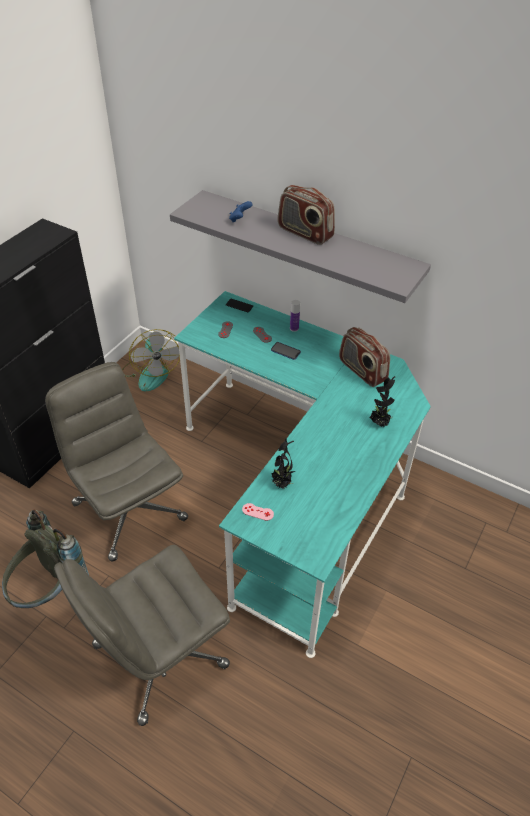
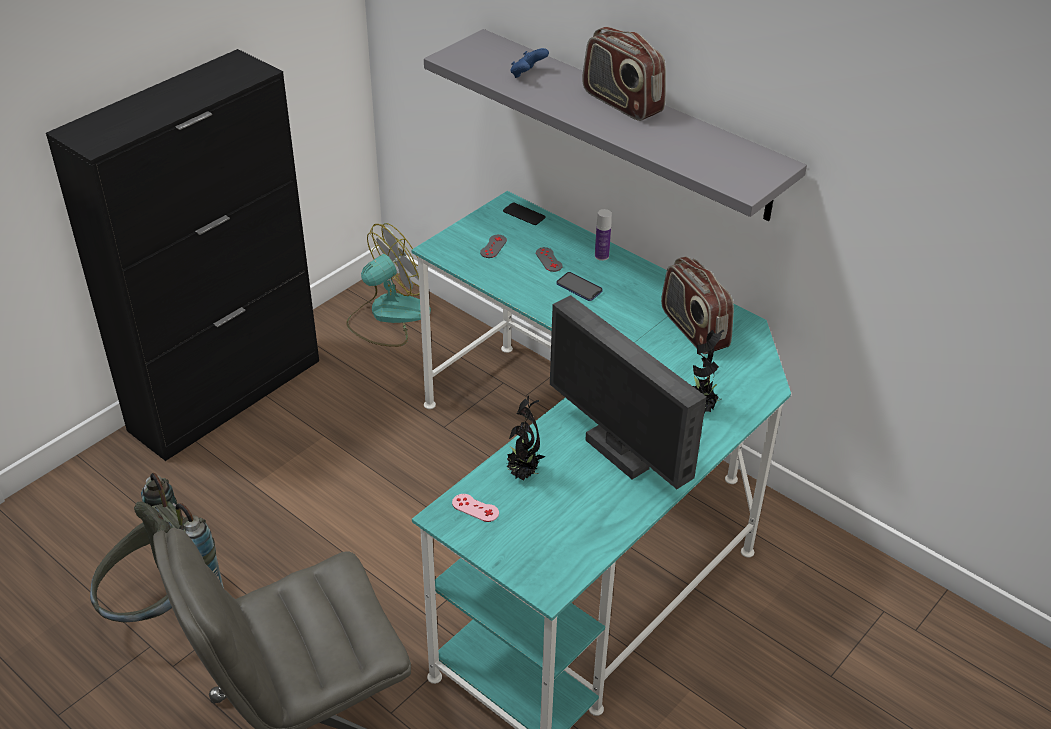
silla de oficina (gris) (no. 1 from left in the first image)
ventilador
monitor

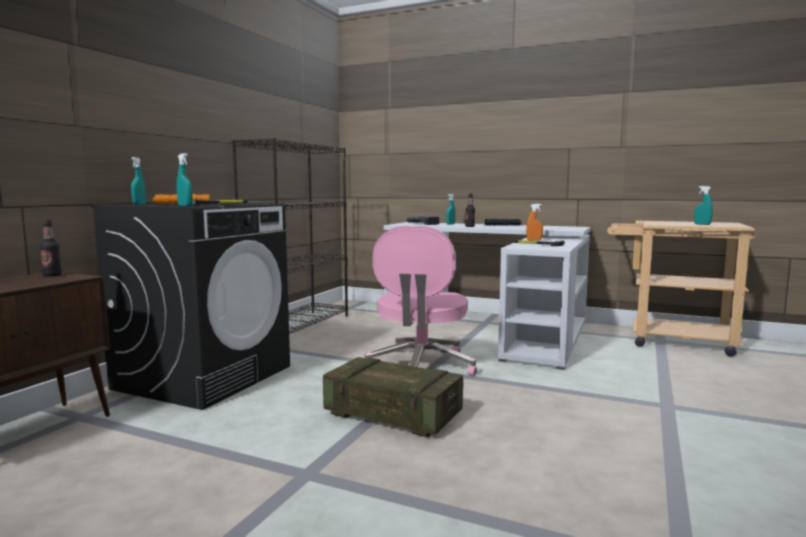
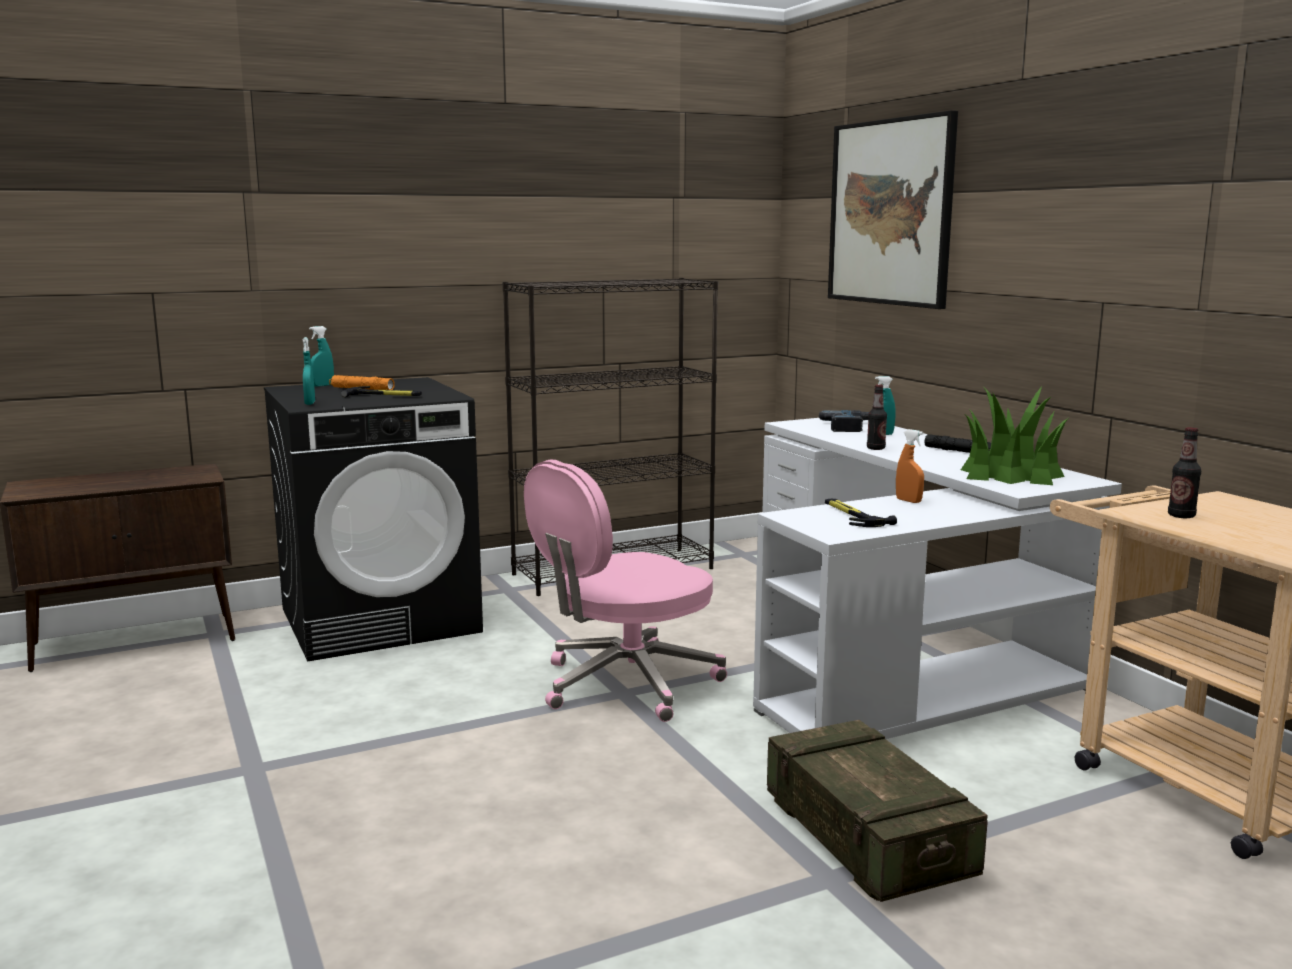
botella (no. 2 from left)
caja de embalaje
pulverizador (turquesa) (no. 4 from left in the first image)
cuadro
planta en maceta

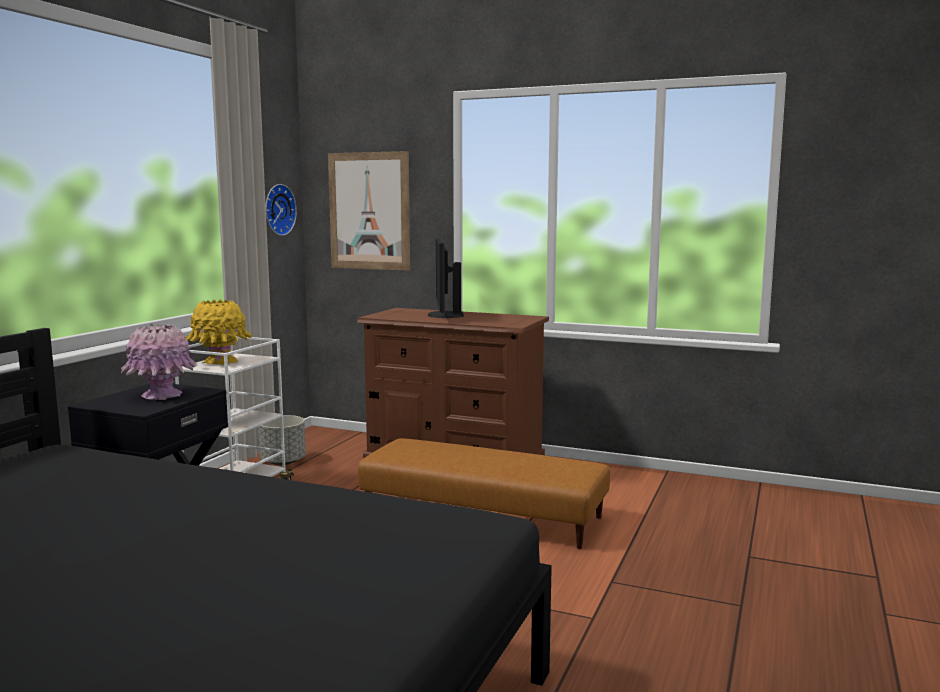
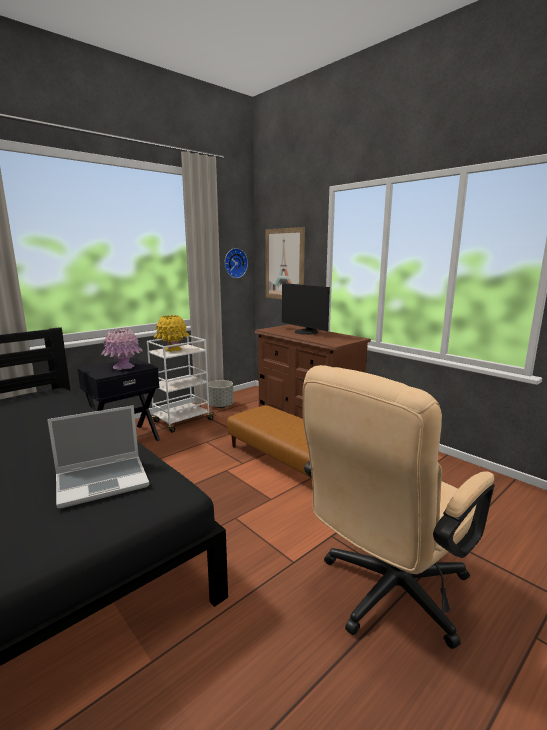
monitor
portátil
silla de oficina (beis)

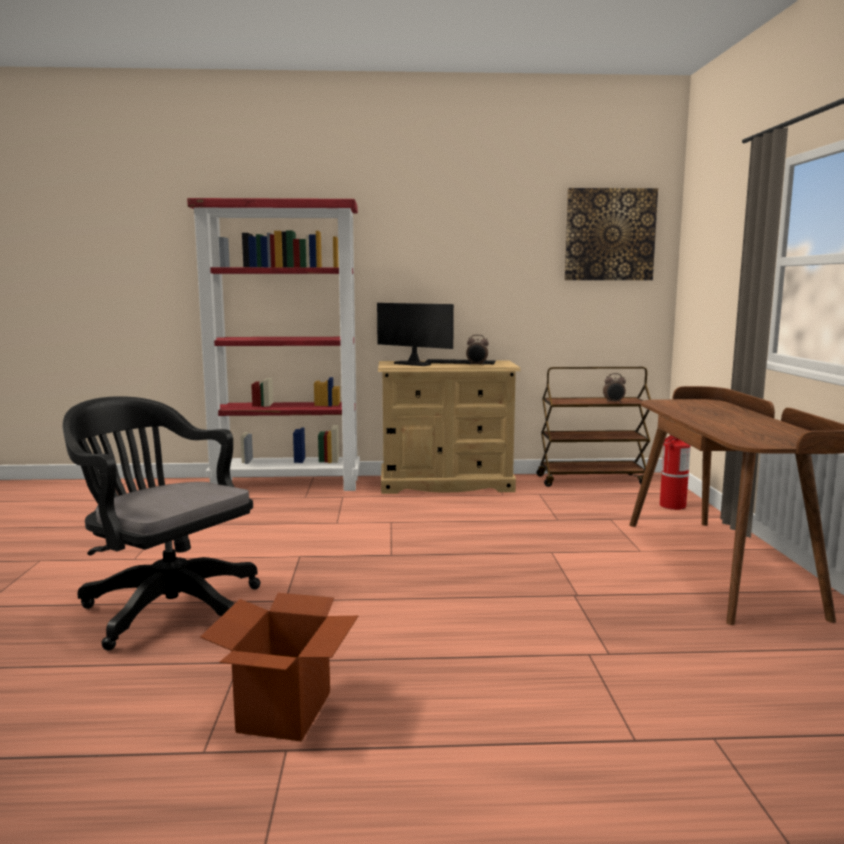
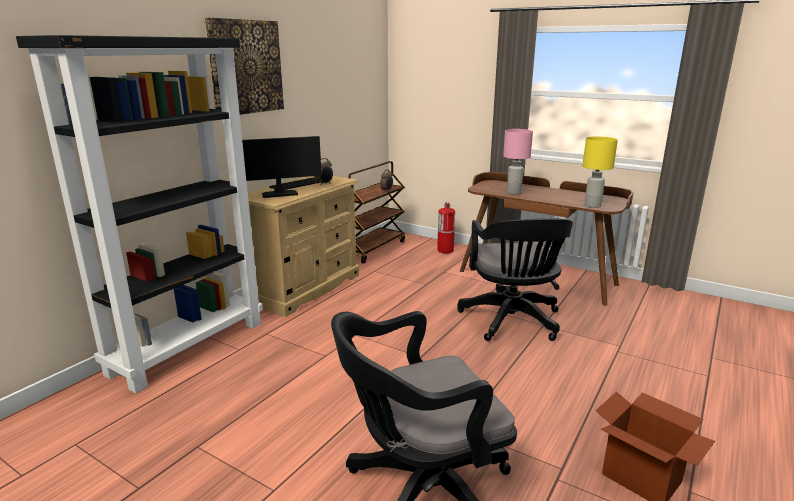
estantería (negro)
cuadro
silla de oficina (negro) (no. 2 from left)
lámpara de mesa (rosa)
lámpara de mesa (amarillo)

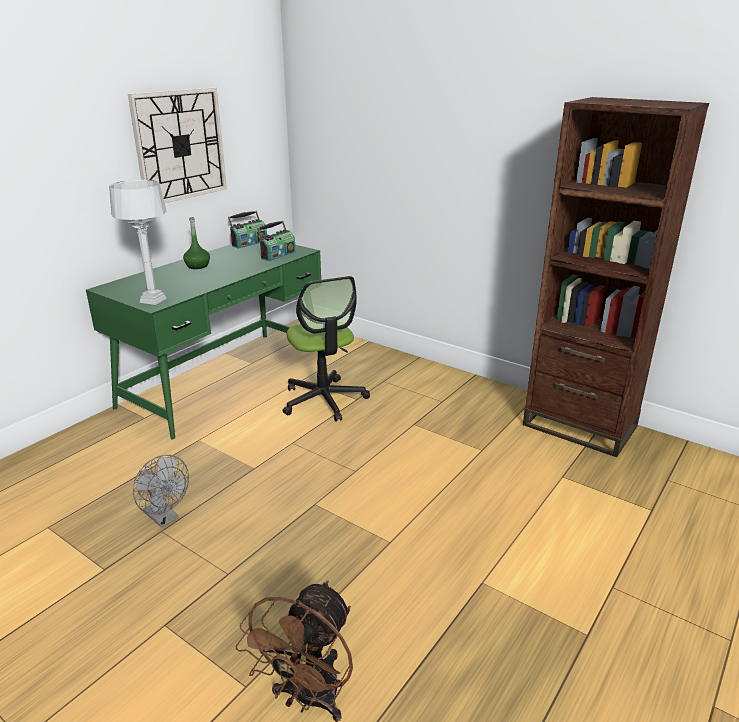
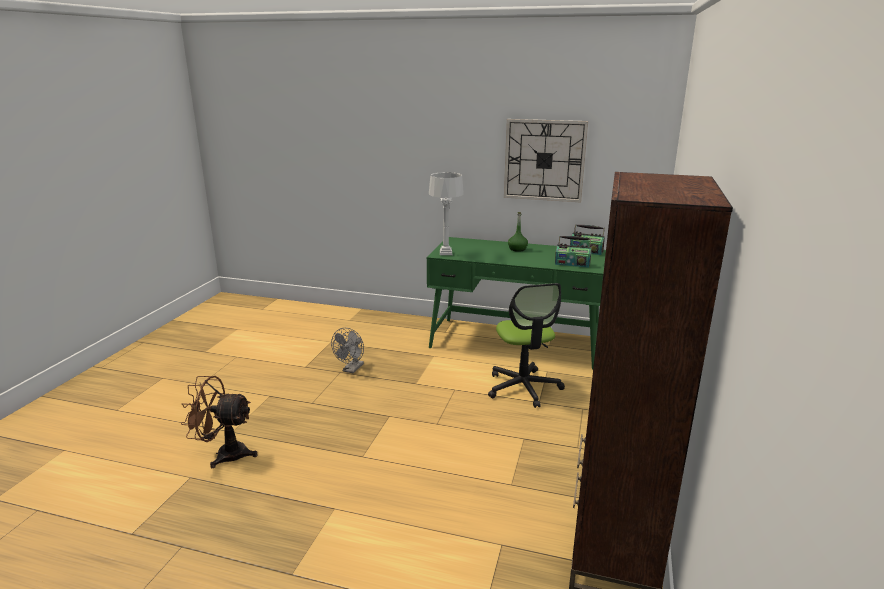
silla de oficina

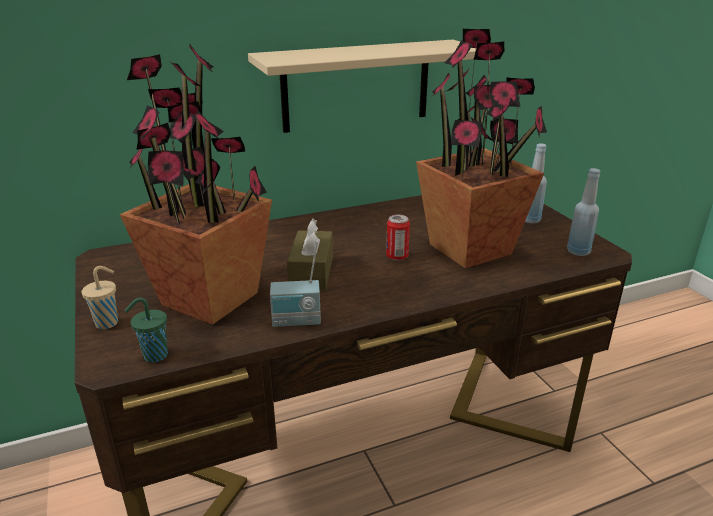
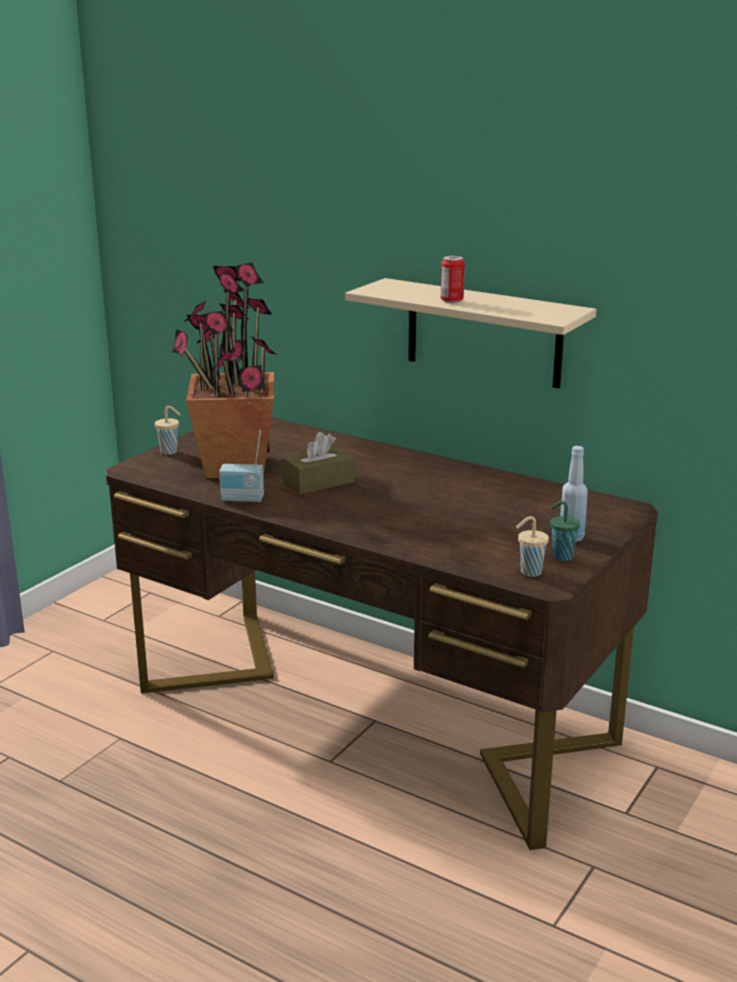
taza (verde)
radio
lata
planta en maceta (no. 2 from left in the first image)
taza (beis) (no. 2 from left)

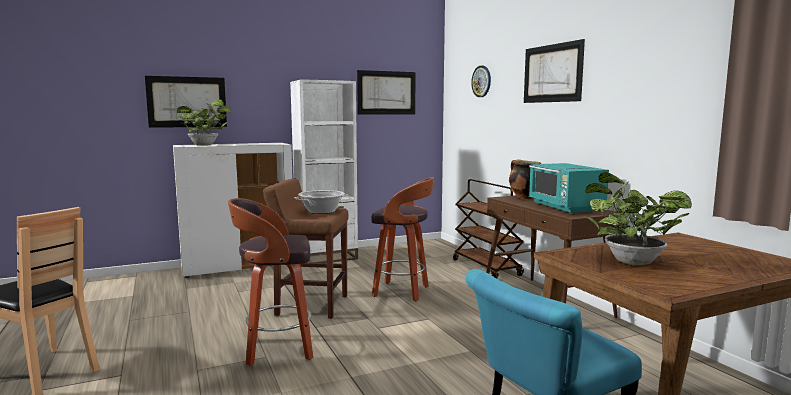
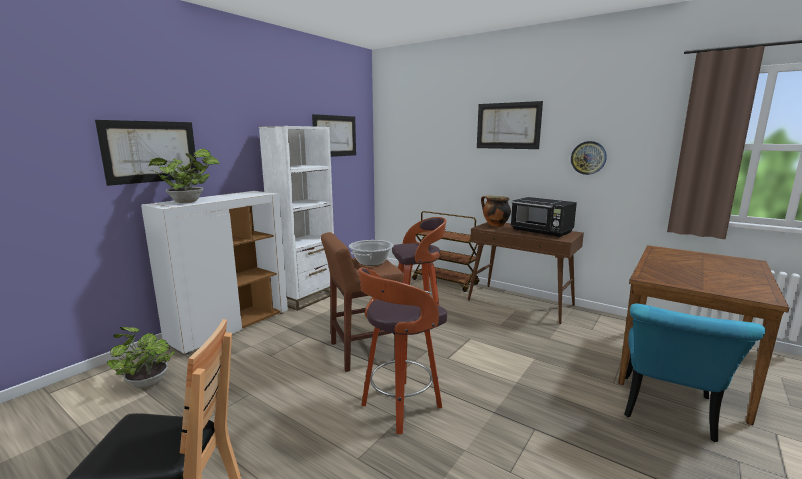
reloj de pared
microondas (negro)
planta en maceta (no. 1 from left)

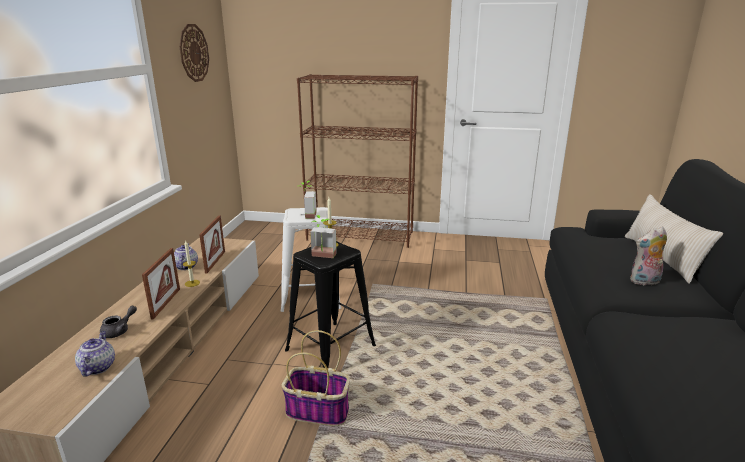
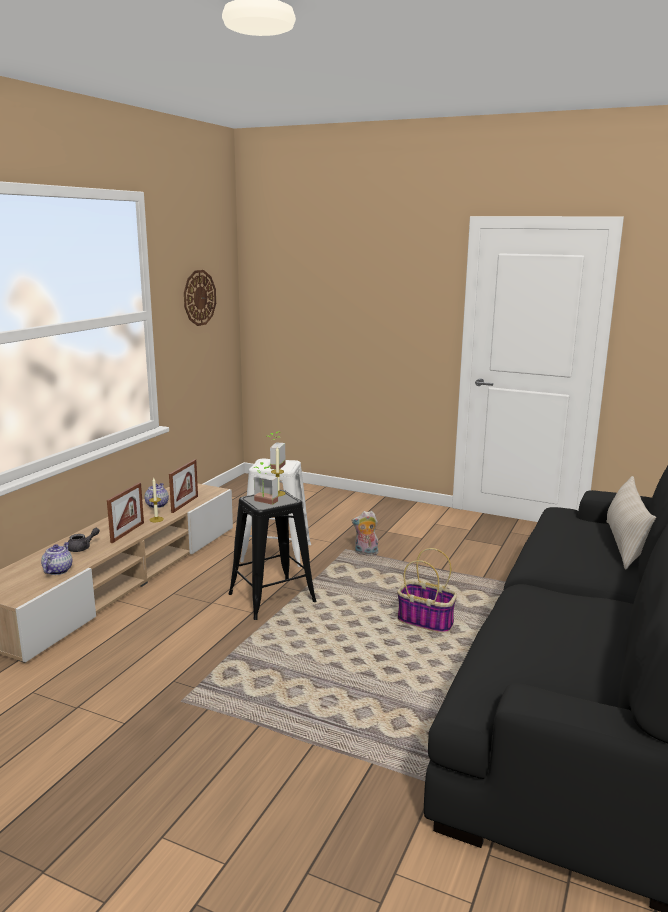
cesta
estantería (marrón)
peluche

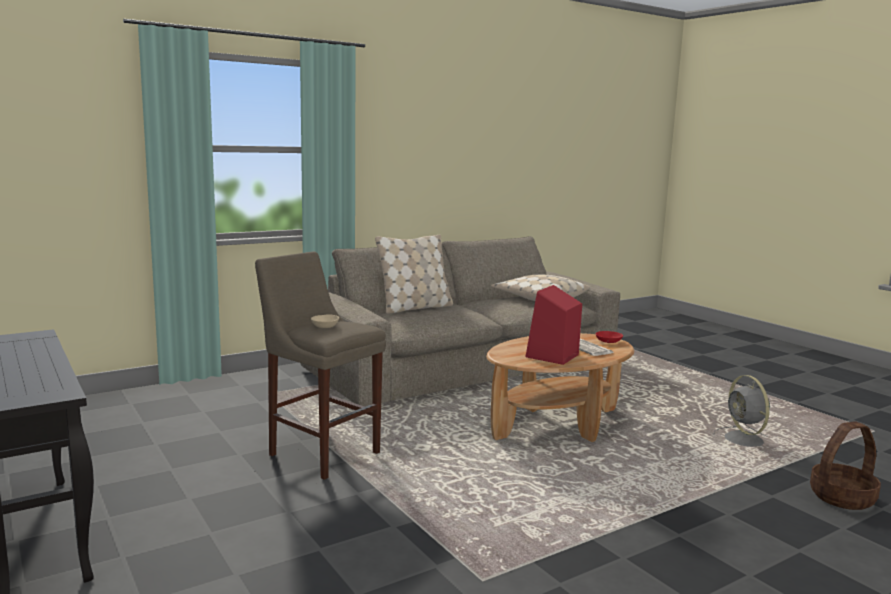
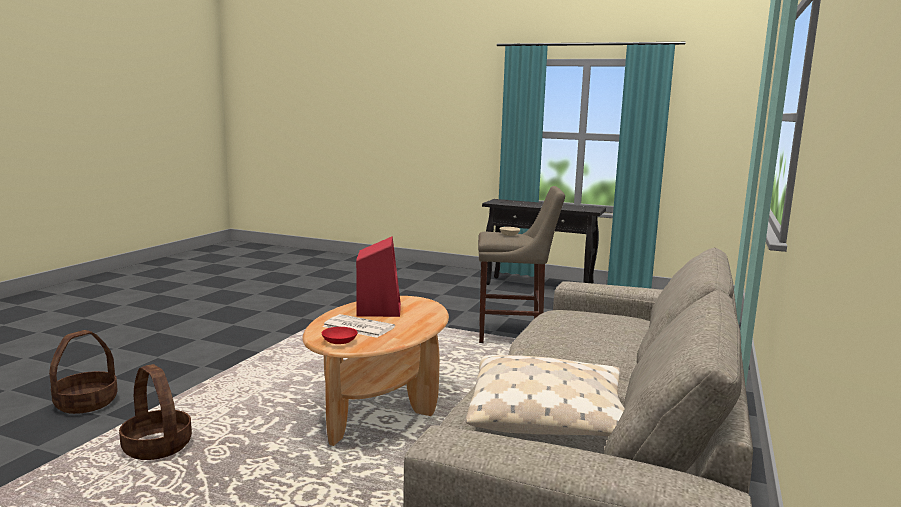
cojín (beis) (no. 1 from left in the first image)
cesta (no. 2 from left)

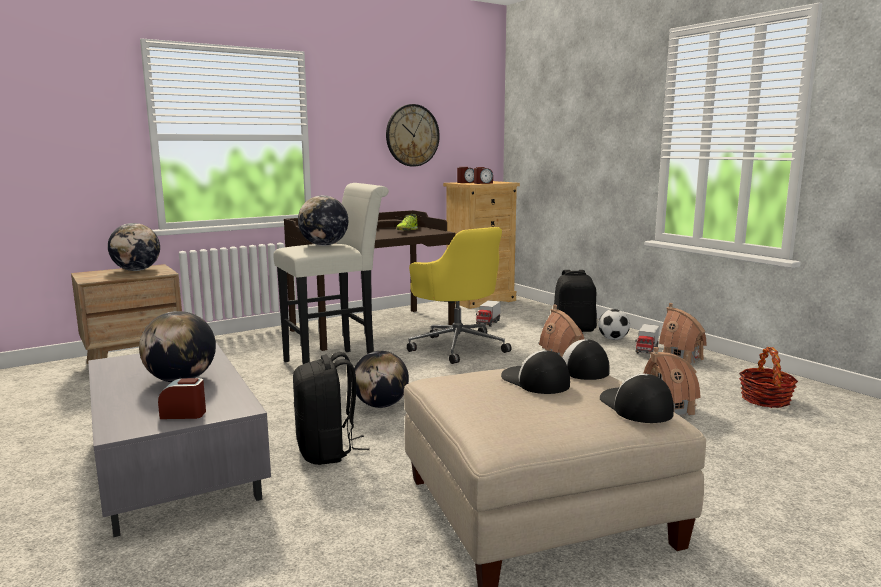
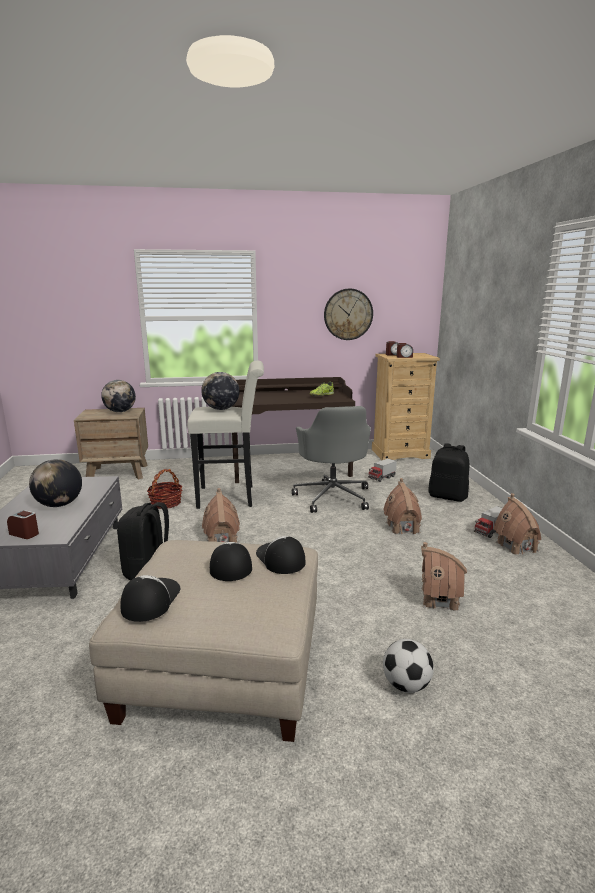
casita (no. 1 from left)
silla de oficina (gris)
balón de fútbol
gorra (no. 1 from left)
cesta

